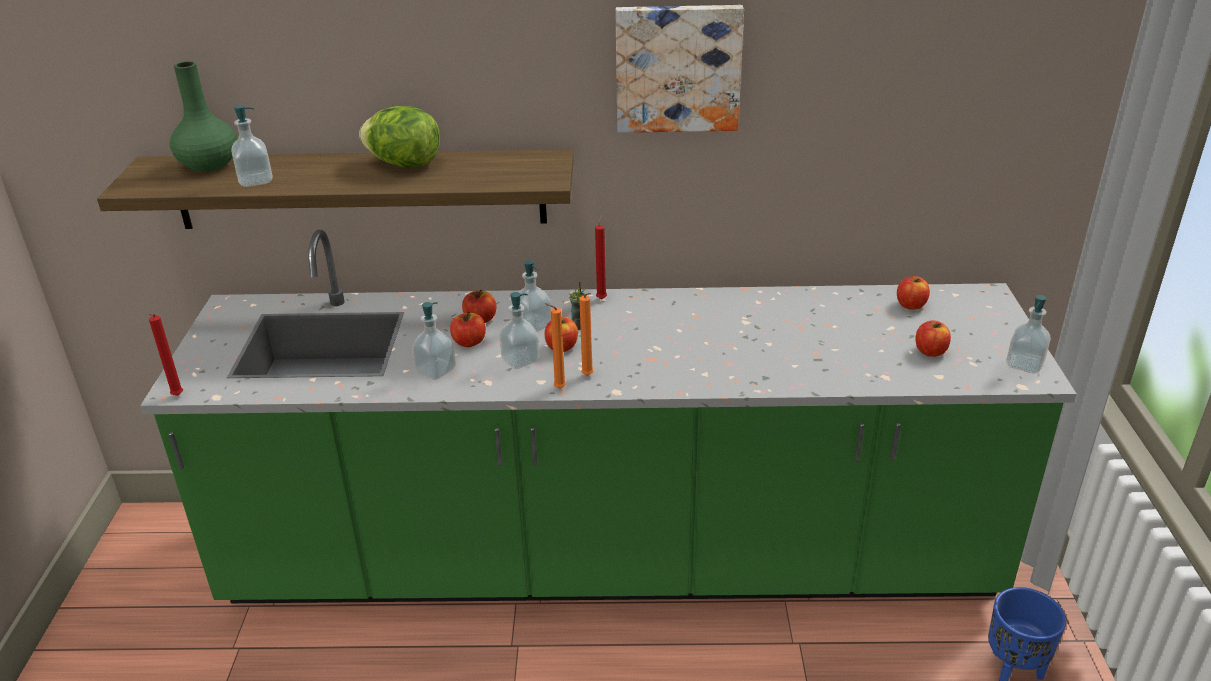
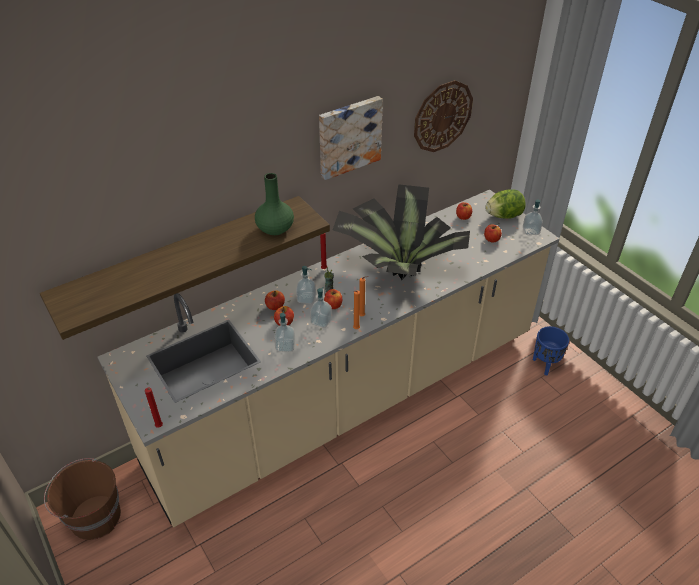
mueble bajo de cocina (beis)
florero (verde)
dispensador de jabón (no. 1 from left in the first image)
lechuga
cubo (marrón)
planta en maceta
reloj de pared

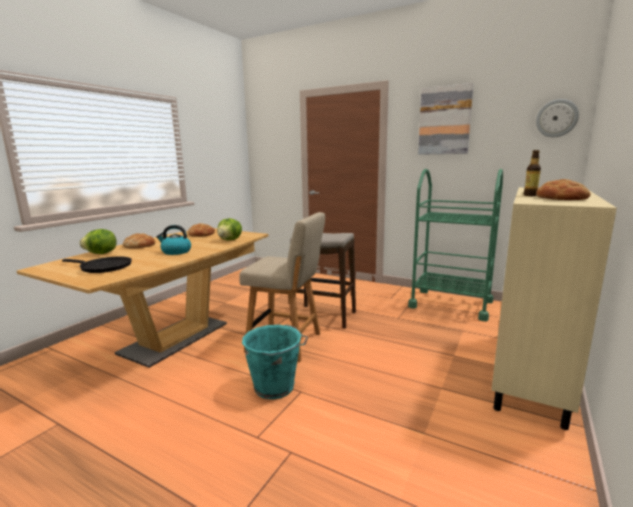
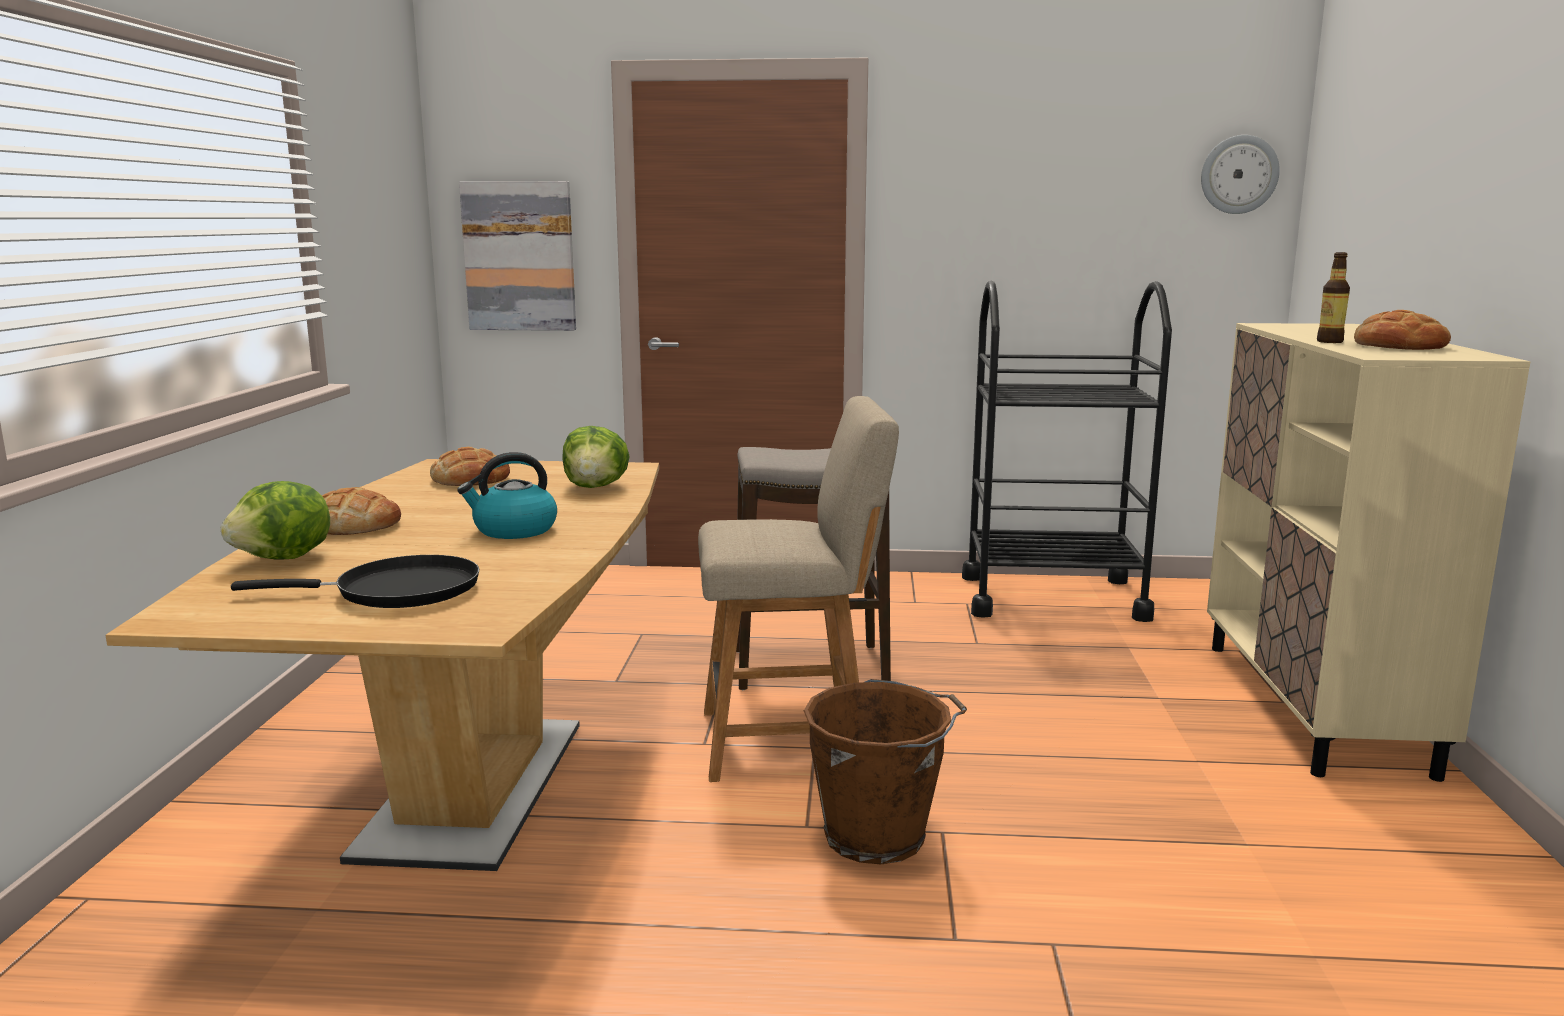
cubo (marrón)
carrito (negro)
cuadro

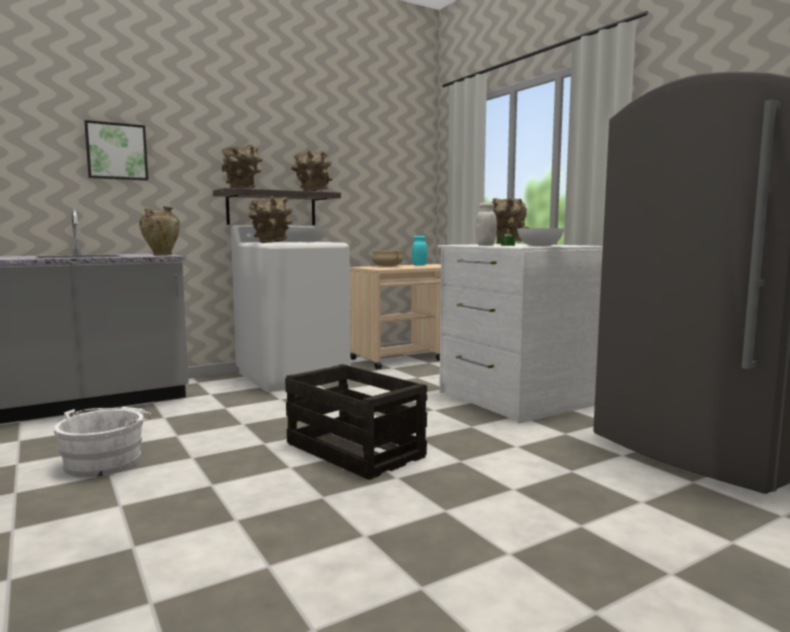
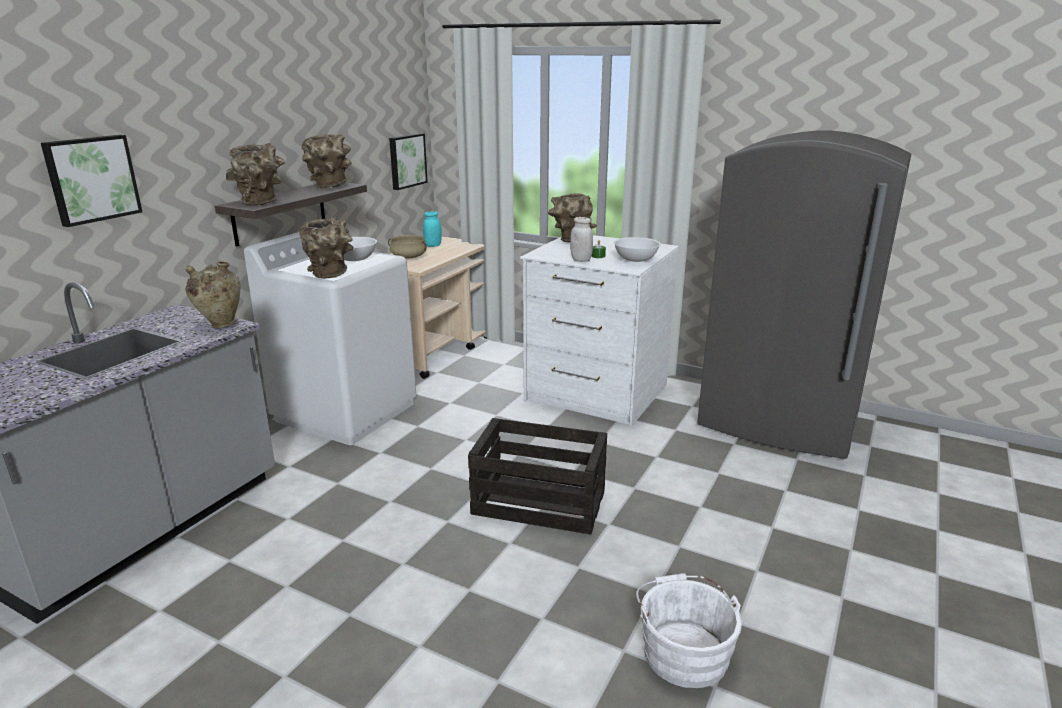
cubo (blanco)
cuadro (no. 2 from left)

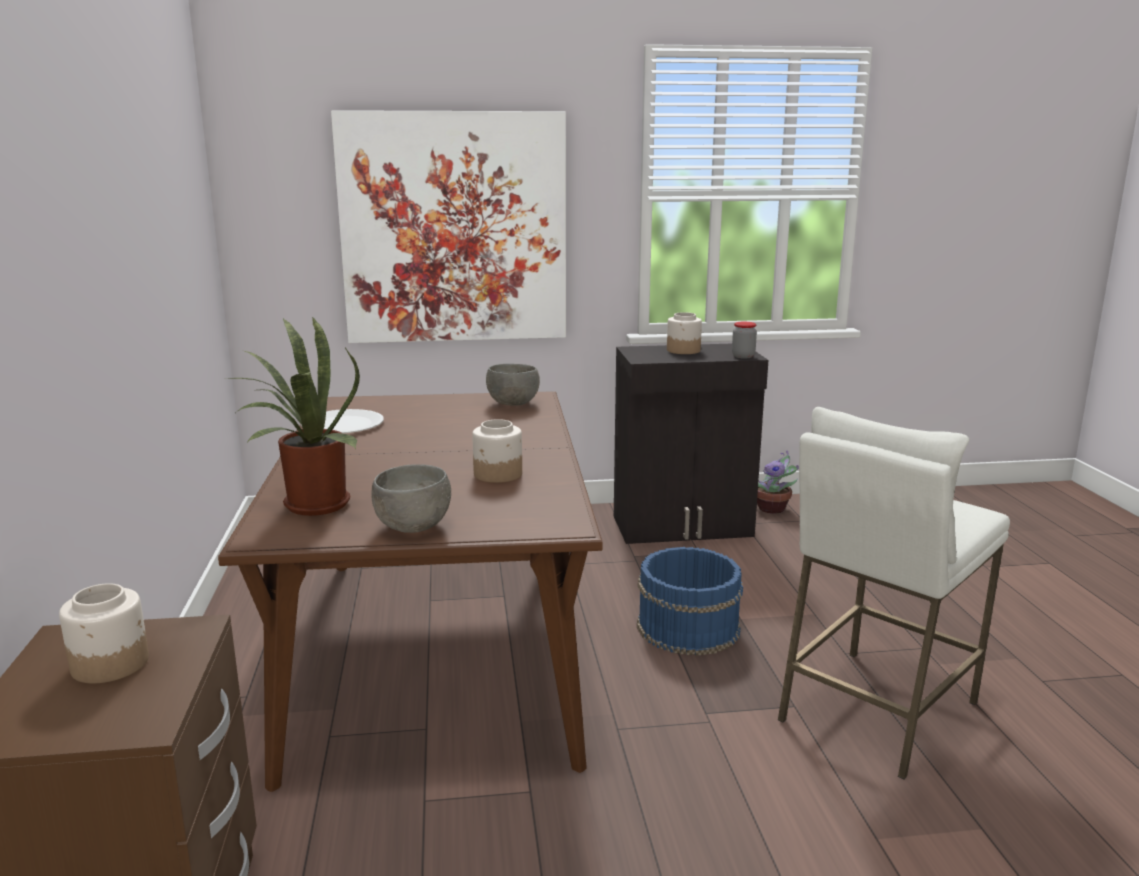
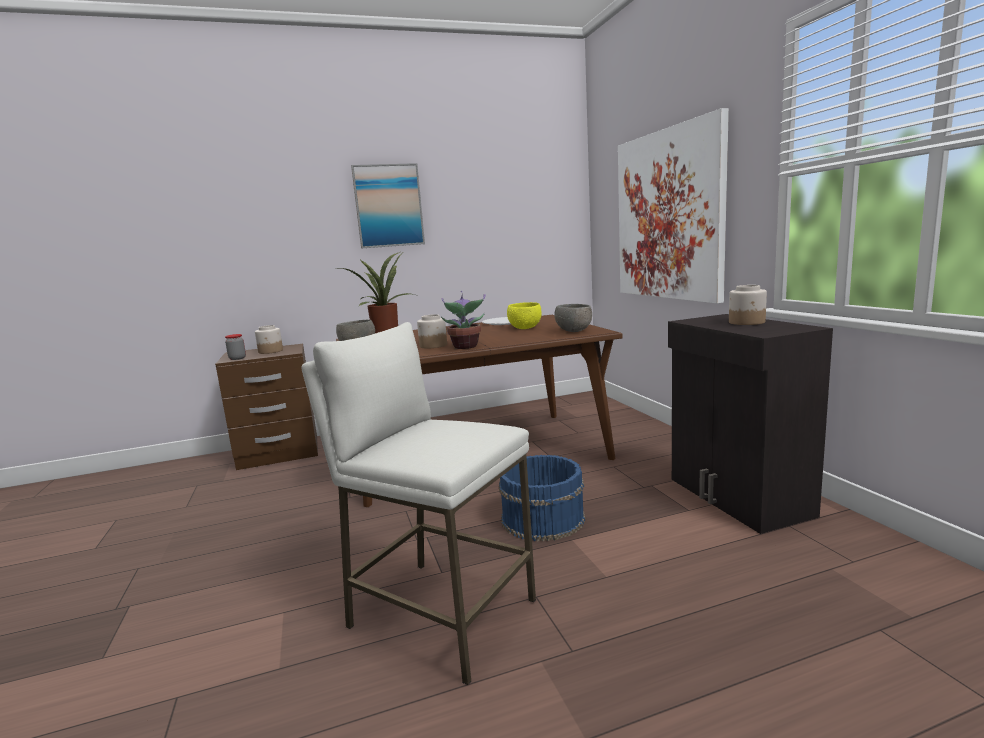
tarro (no. 1 from left)
planta en maceta (no. 2 from left)
cuadro (no. 1 from left)
cuenco (amarillo)

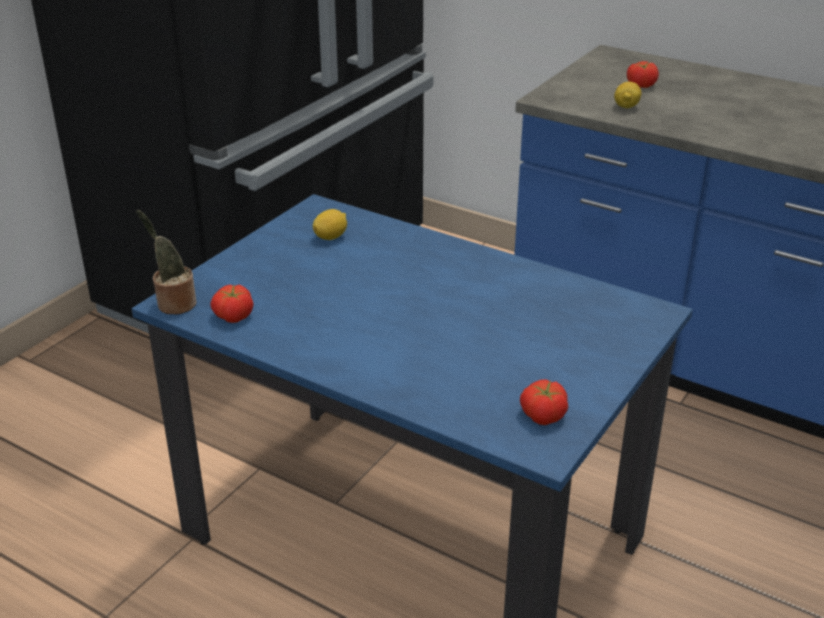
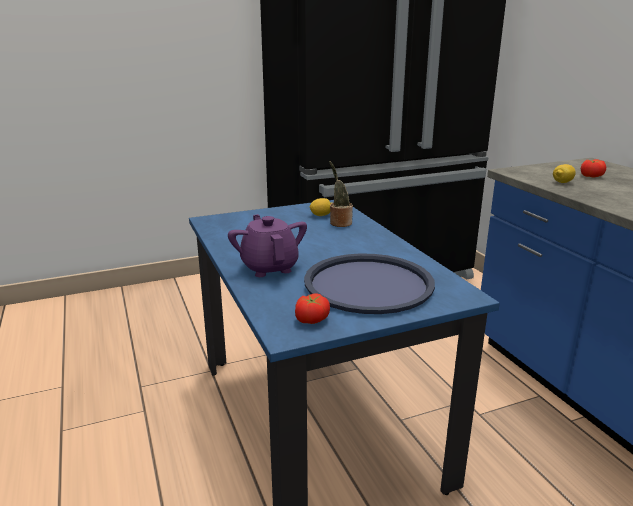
planta en maceta
tomate (no. 1 from left in the first image)
tetera (morado)
bandeja (azul)

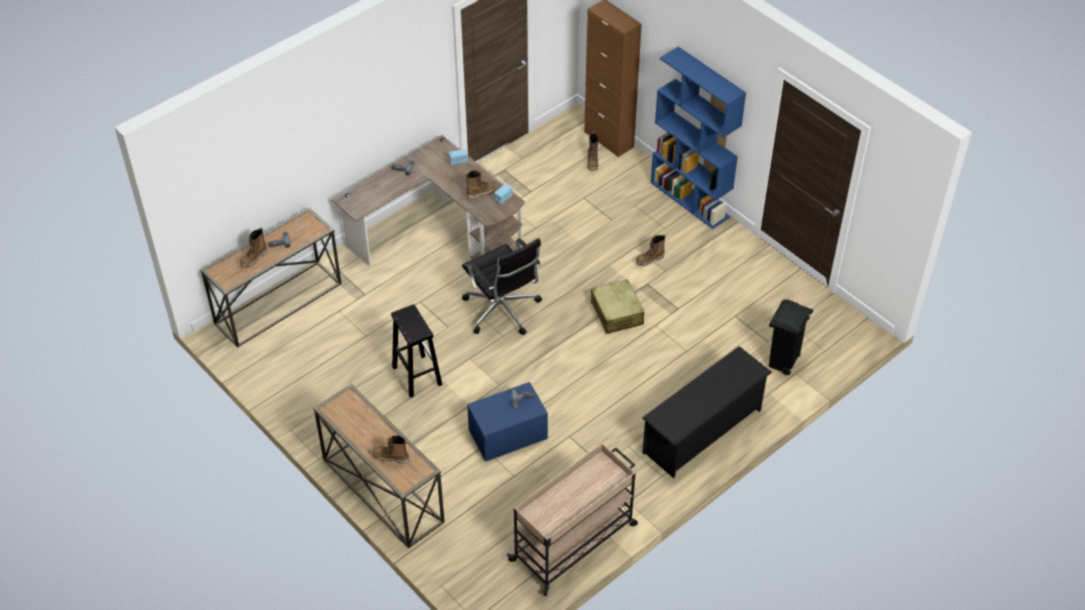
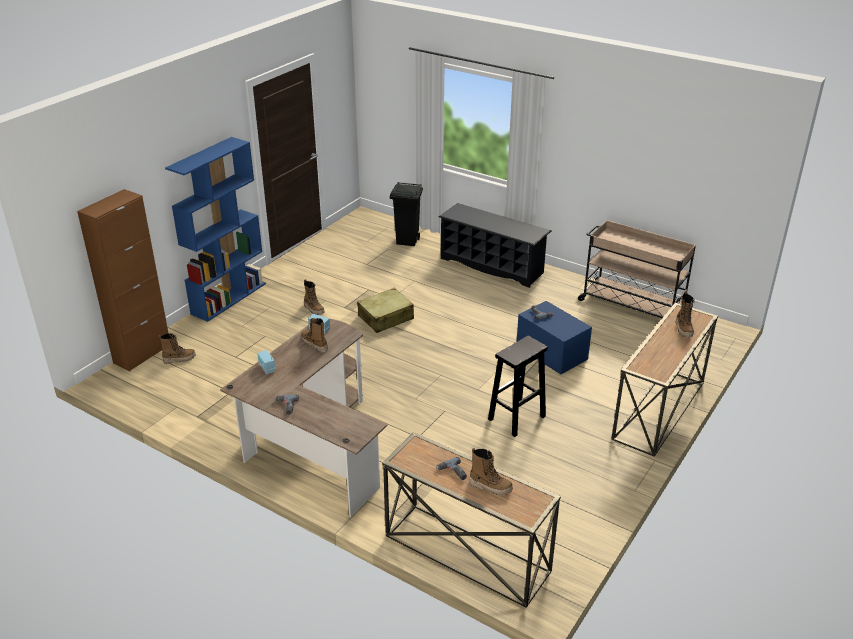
silla de oficina (negro)

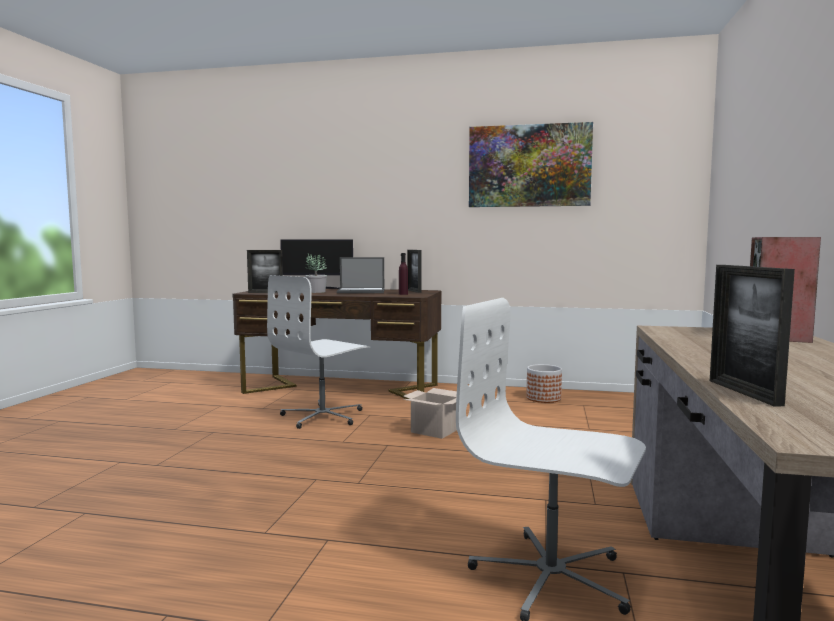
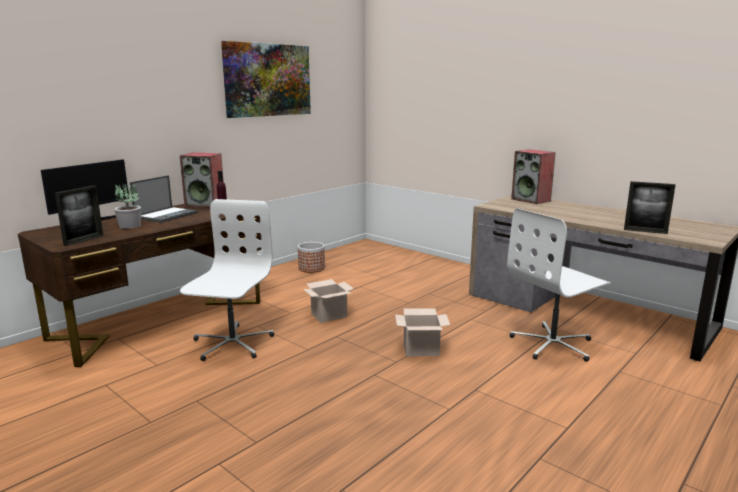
silla de oficina (blanco) (no. 1 from left)
altavoz (no. 1 from left)
caja de cartón (no. 2 from left)

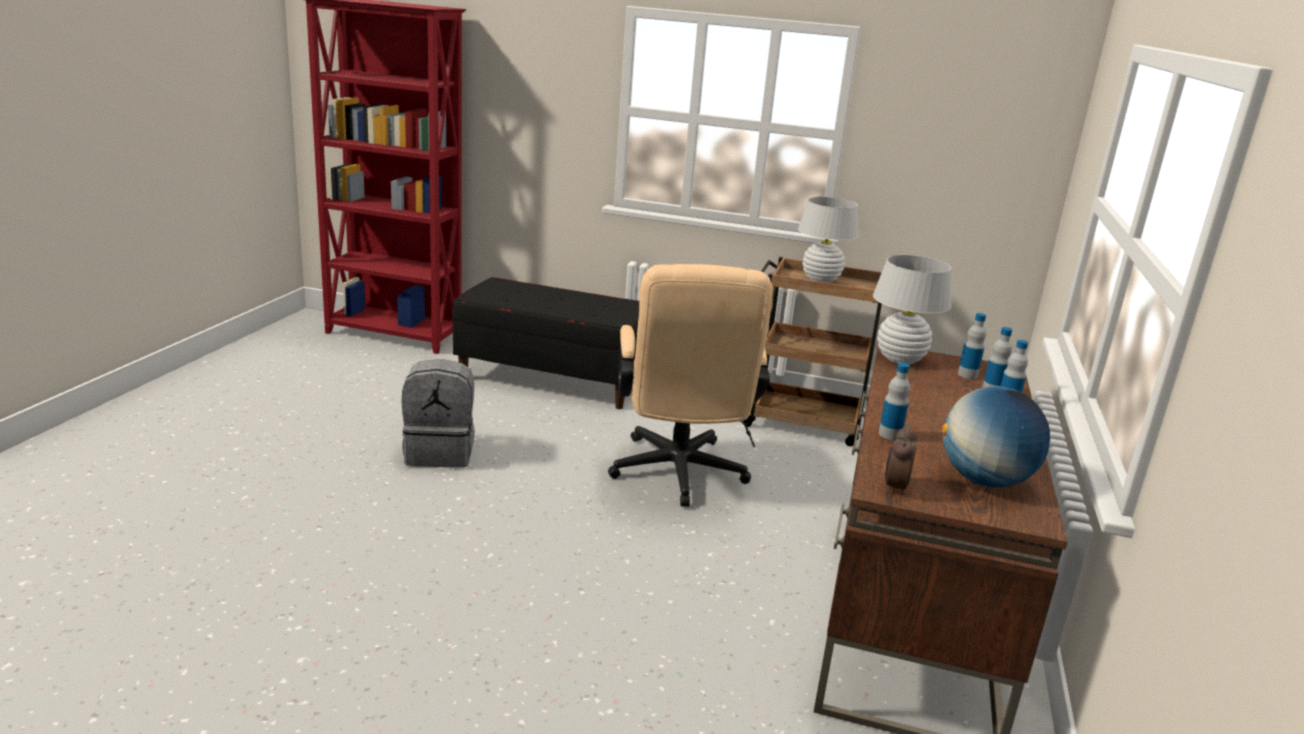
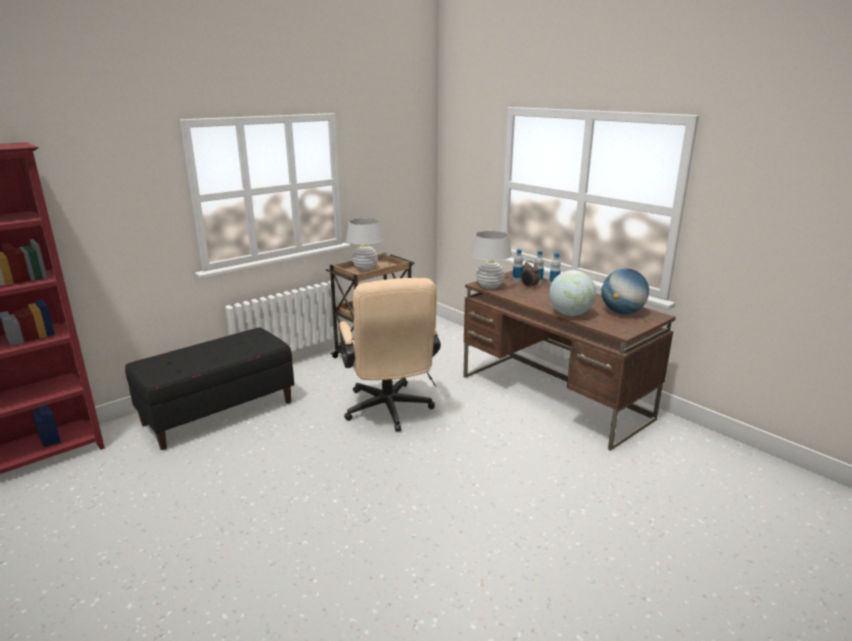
mochila (gris)
silla de oficina (beis)
globo terráqueo (no. 1 from left)
despertador

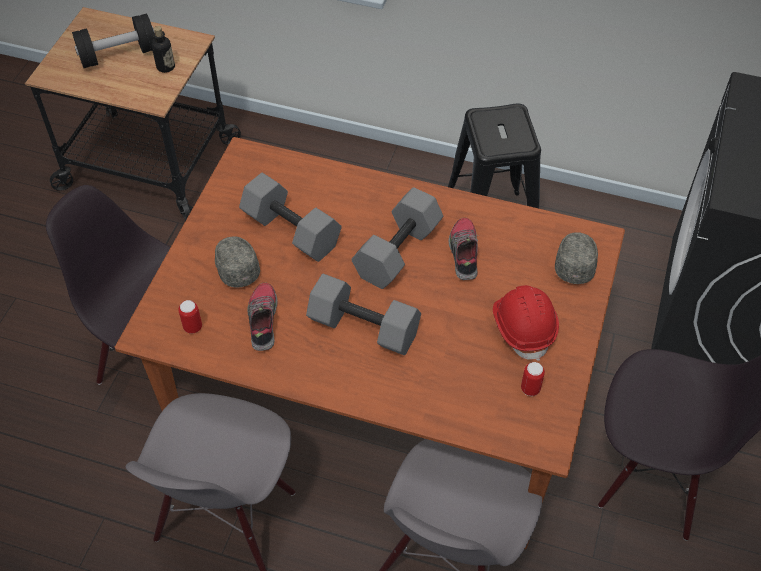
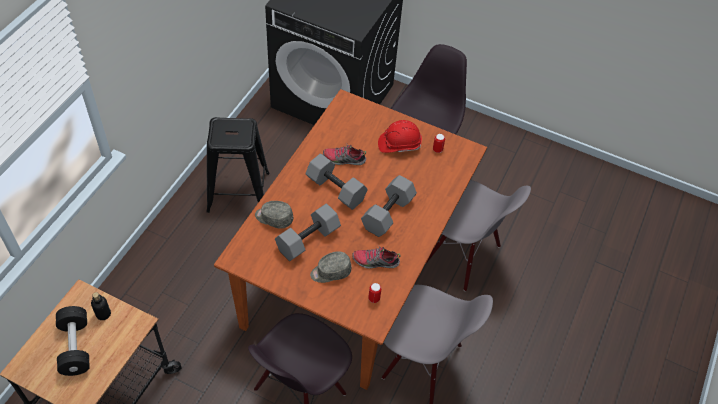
gorra (gris) (no. 1 from left)

